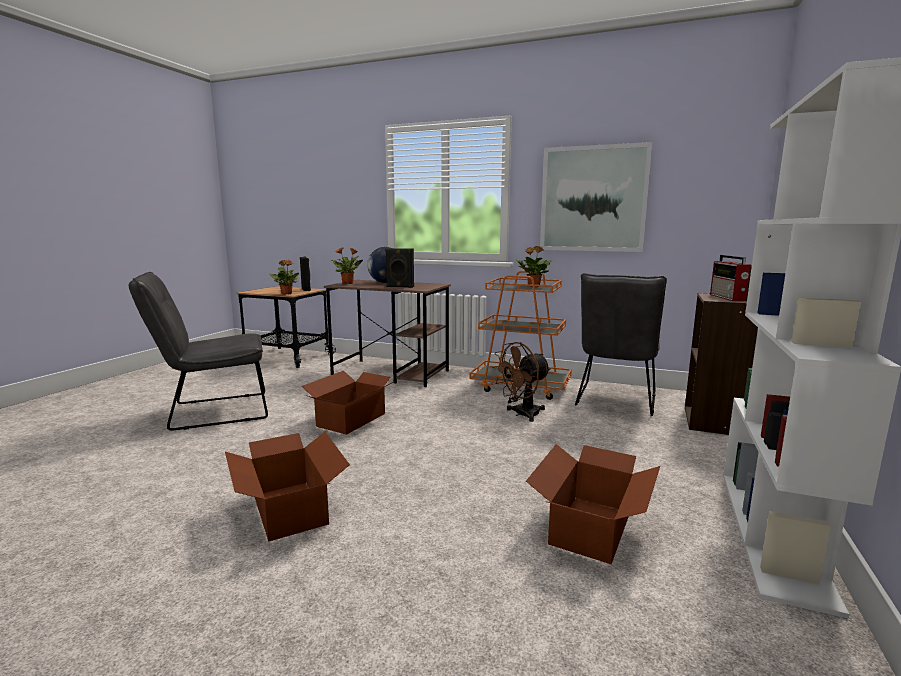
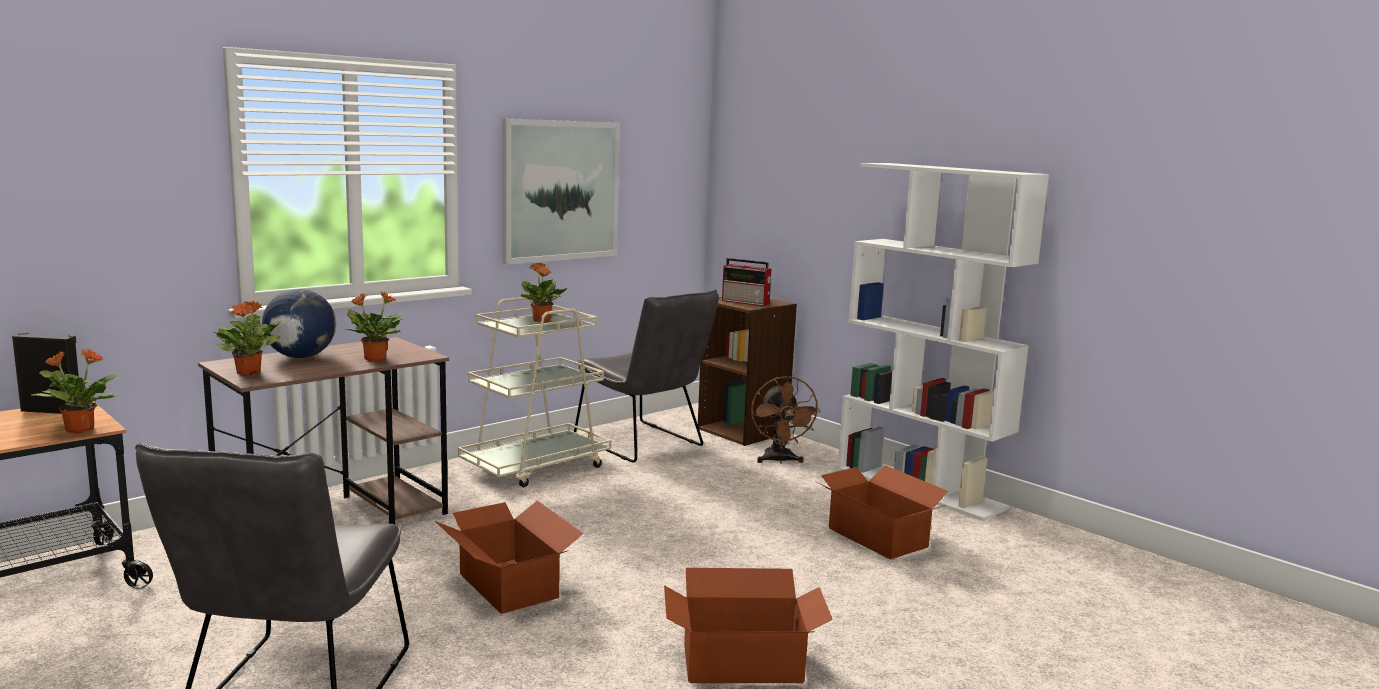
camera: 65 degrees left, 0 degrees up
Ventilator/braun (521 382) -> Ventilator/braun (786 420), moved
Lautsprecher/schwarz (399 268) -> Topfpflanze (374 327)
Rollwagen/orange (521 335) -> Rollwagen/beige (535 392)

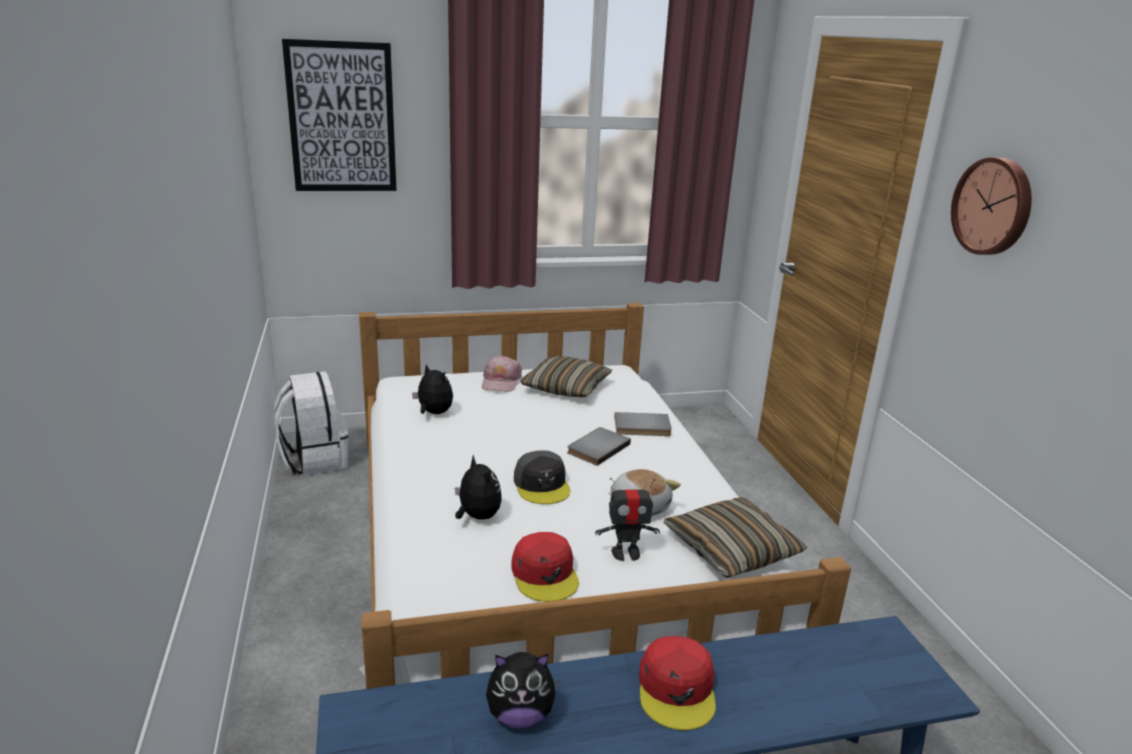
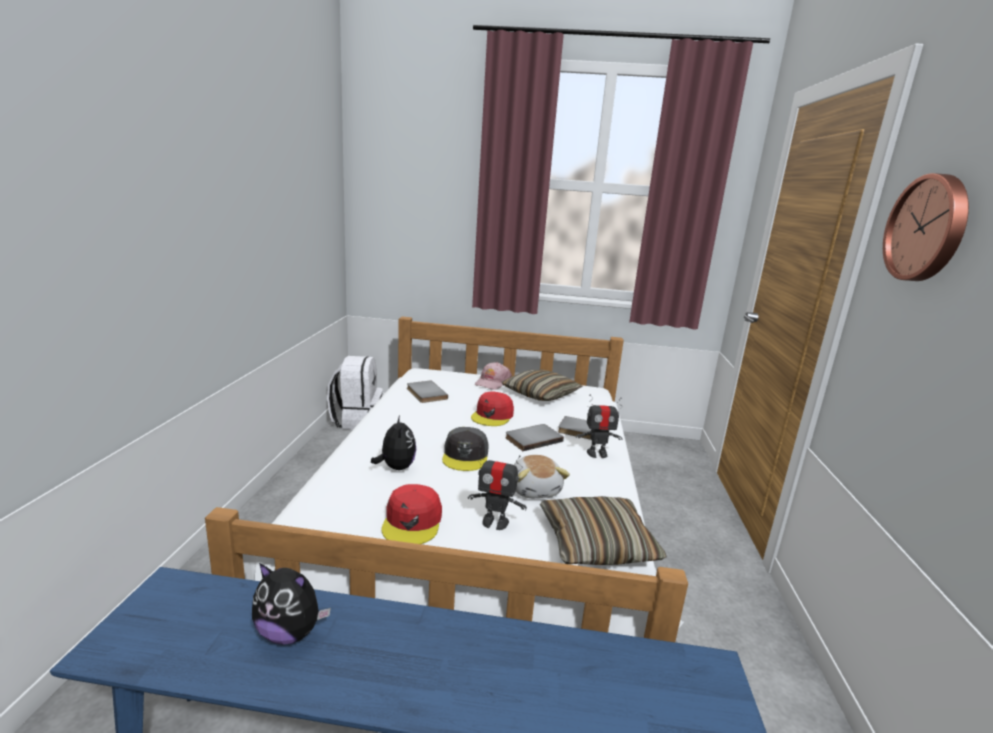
camera: 20 degrees right, 5 degrees down
Bild (339 115) -> none
none -> Spielzeugroboter (599 426)
Kappe/rot (677 683) -> Kappe/rot (492 408), moved
Plüschtier (432 389) -> Buch/grau (427 391)

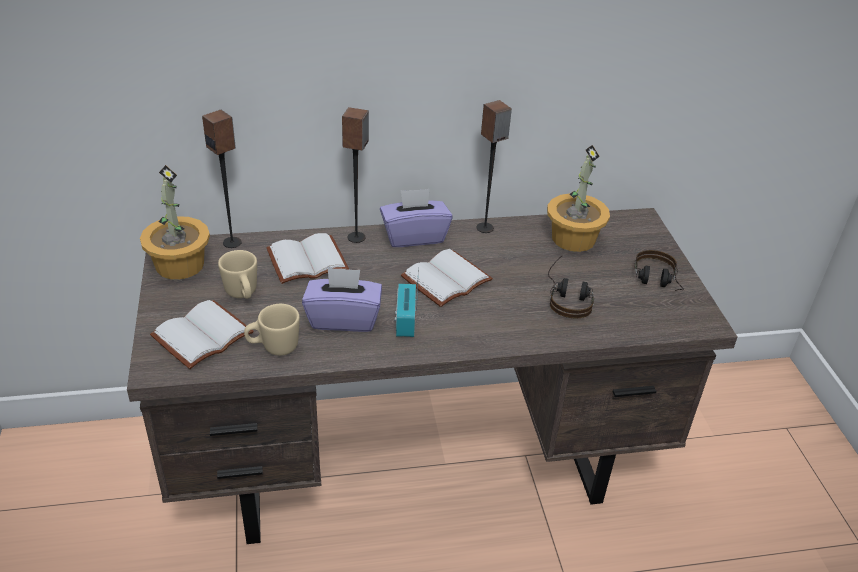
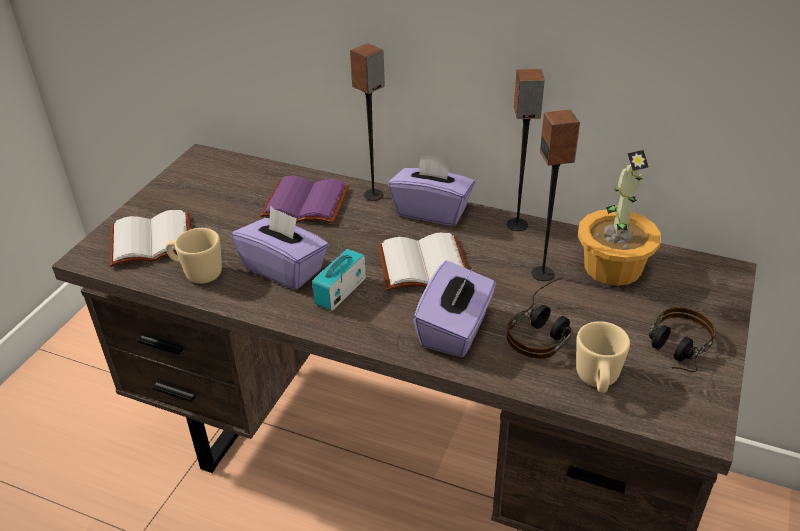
camera: 35 degrees right, 0 degrees up
Topfpflanze (175 222) -> none
none -> Taschentuchbox/lila (454 309)
Lautsprecher (222 179) -> Lautsprecher (555 195), moved
Henkelbecher/beige (237 274) -> Henkelbecher/beige (603 357), moved
Buch/weiß (307 258) -> Buch/lila (304 200)

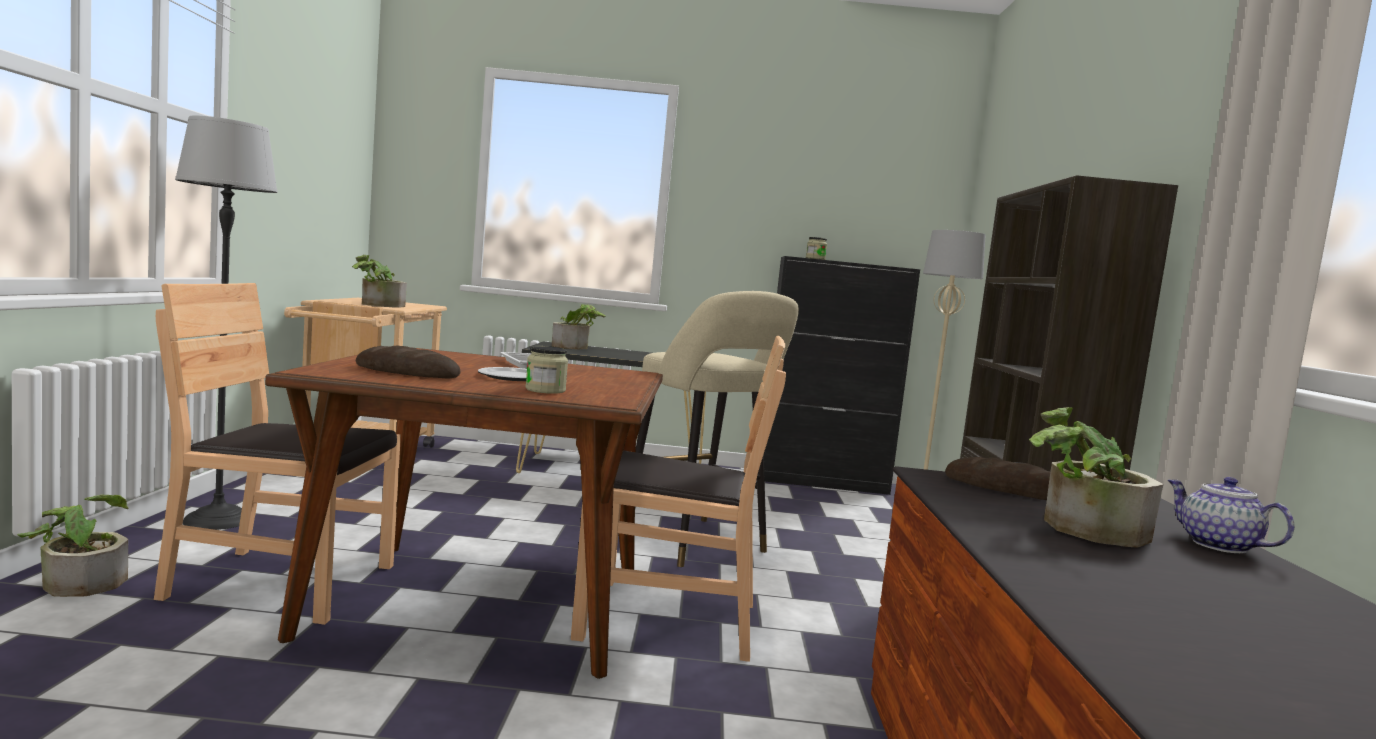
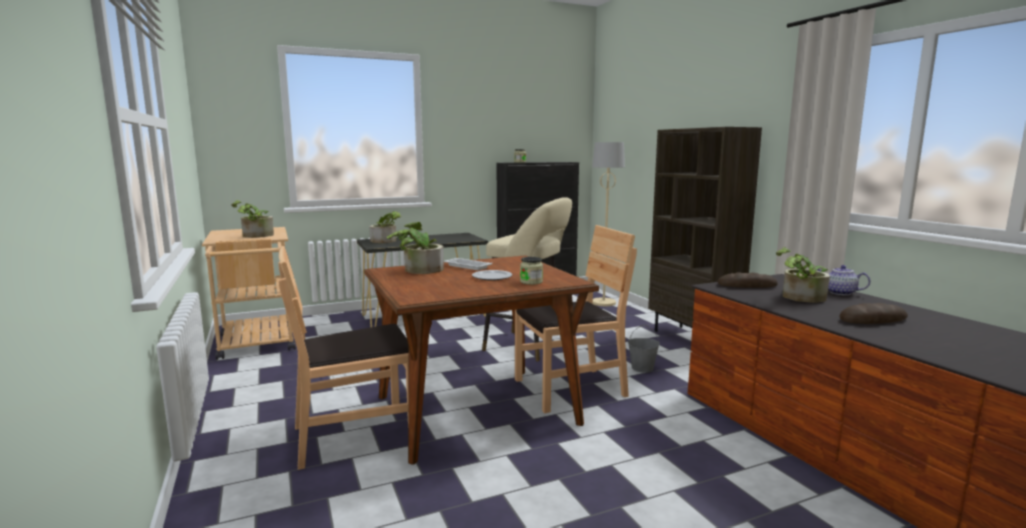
camera: 25 degrees left, 5 degrees up
Stehlampe (226 322) -> none
none -> Eimer/grau (644 348)
Topfpflanze (73 545) -> Topfpflanze (415 248), moved
Brot (408 362) -> Brot (874 313), moved

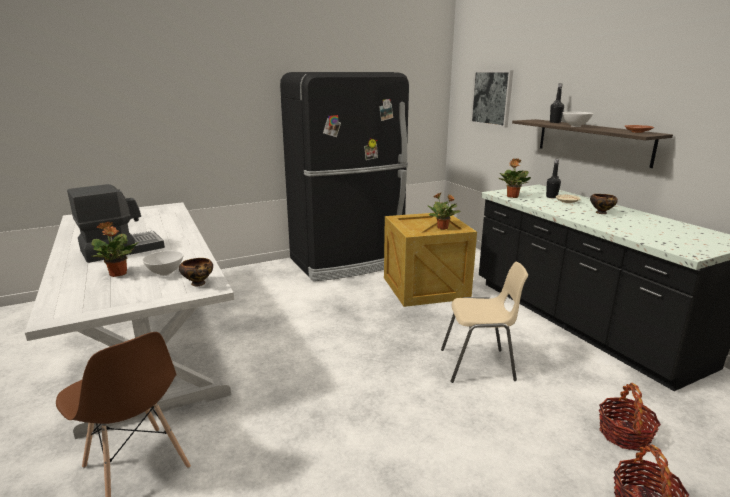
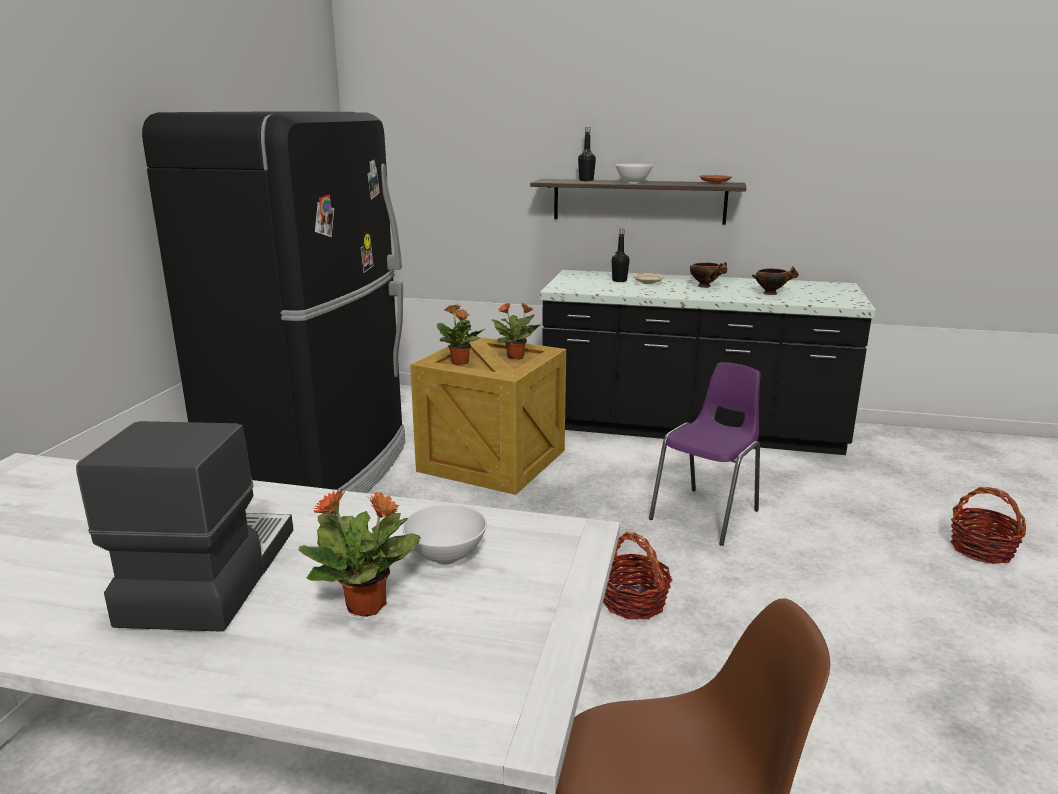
camera: 50 degrees left, 0 degrees up
Bild (491 99) -> none
Schüssel (196 272) -> Schüssel (775 280), moved
Topfpflanze (515 178) -> Topfpflanze (461 334), moved
Korb (630 417) -> Korb (637 576), moved
Stuhl/beige (484 322) -> Stuhl/lila (705 454)

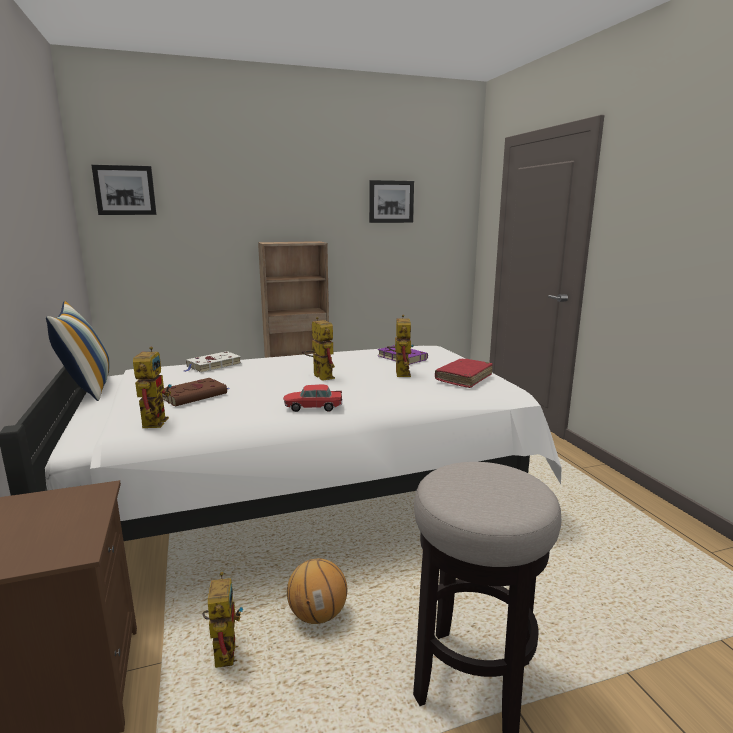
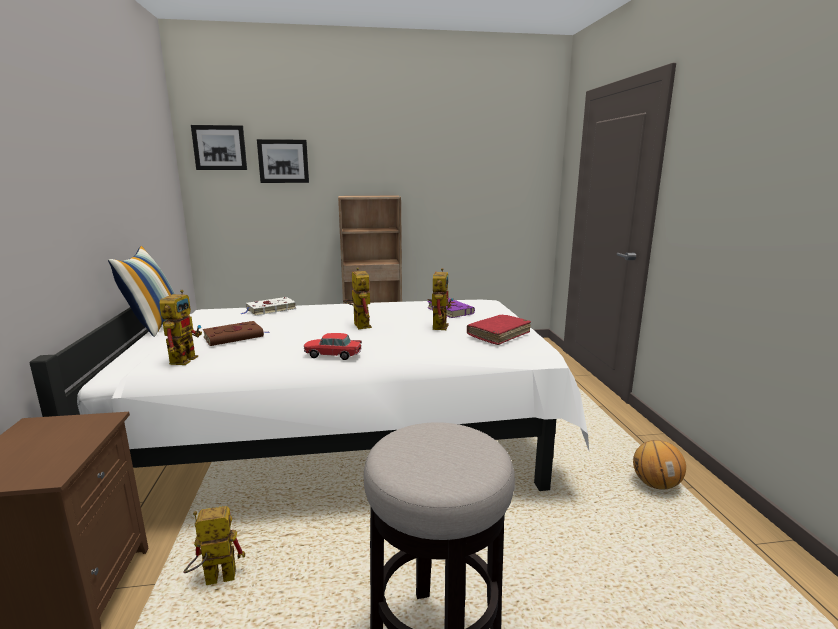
camera: 10 degrees right, 0 degrees up
Basketball (317 591) -> Basketball (659 465), moved
Bild (391 201) -> Bild (283 161), moved
Spielzeugroboter (222 620) -> Spielzeugroboter (214 545), 105 degrees counterclockwise

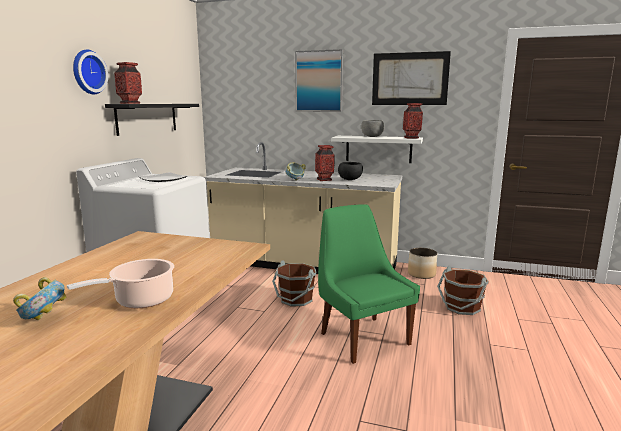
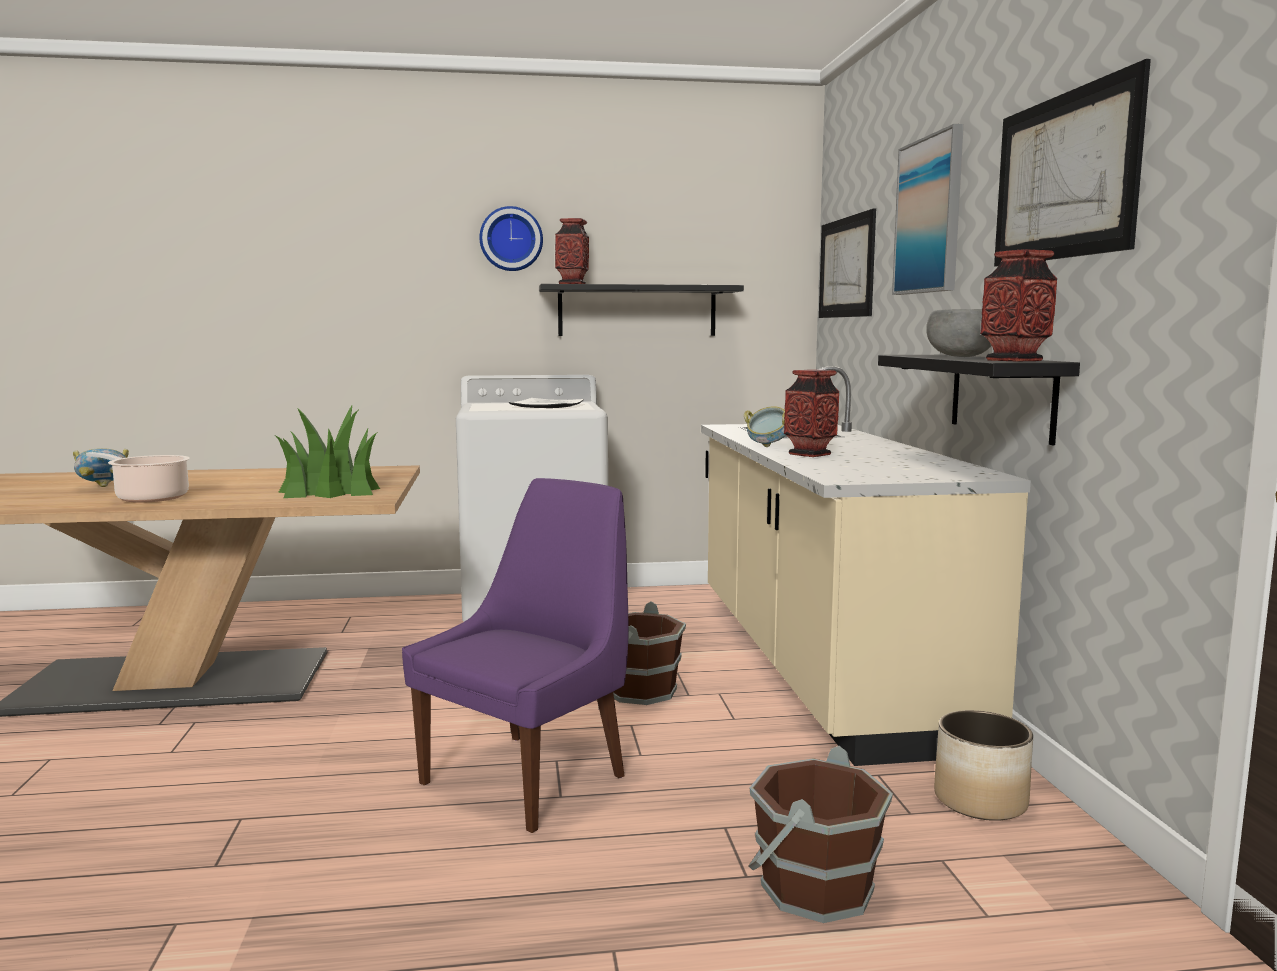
camera: 65 degrees right, 5 degrees down
Schüssel/schwarz (350 171) -> none
none -> Topfpflanze (328 452)
none -> Bild (847 263)
Stuhl/grün (369 284) -> Stuhl/lila (515 655)
Wandregal/weiß (377 149) -> Wandregal/schwarz (979 400)

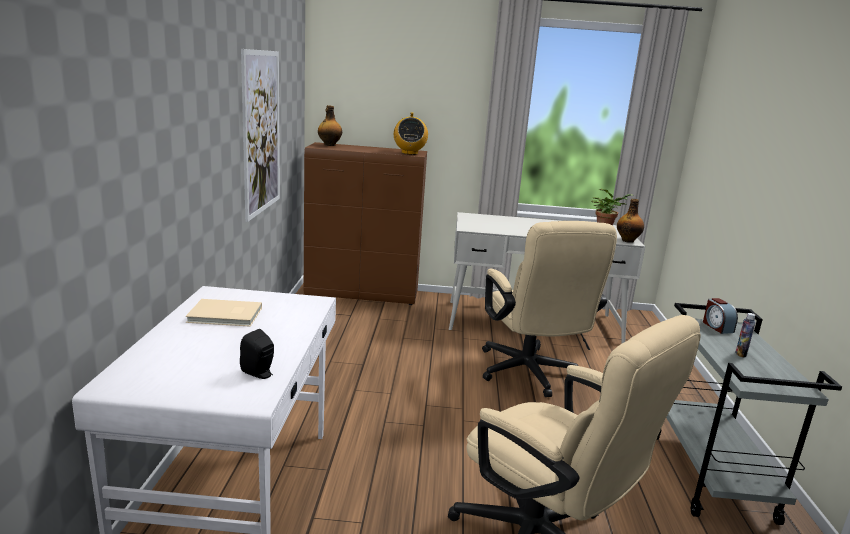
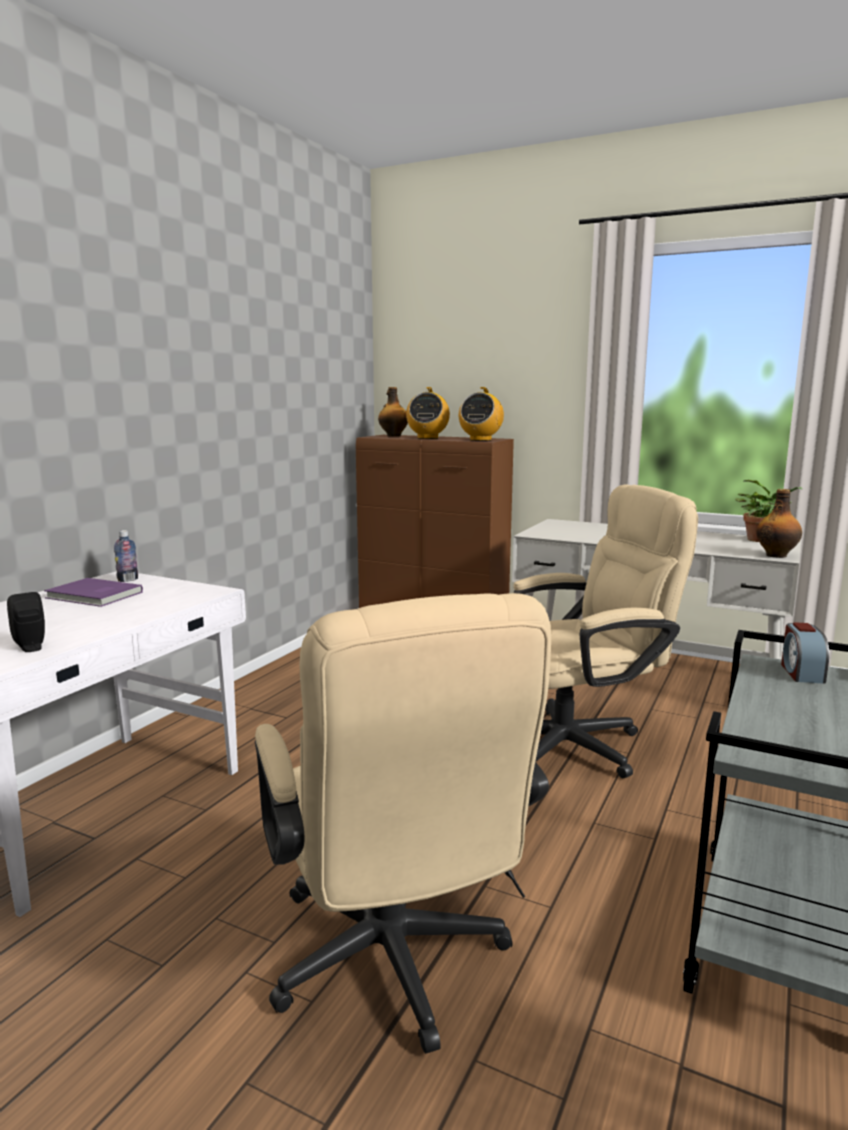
camera: 25 degrees right, 5 degrees down
Bild (260 135) -> none
none -> Radio (428 413)
Flasche (745 335) -> Flasche (126 556), moved
Buch/beige (223 313) -> Buch/lila (93 592)
Bürostuhl/beige (549 309) -> Bürostuhl/beige (606 631), 120 degrees counterclockwise

